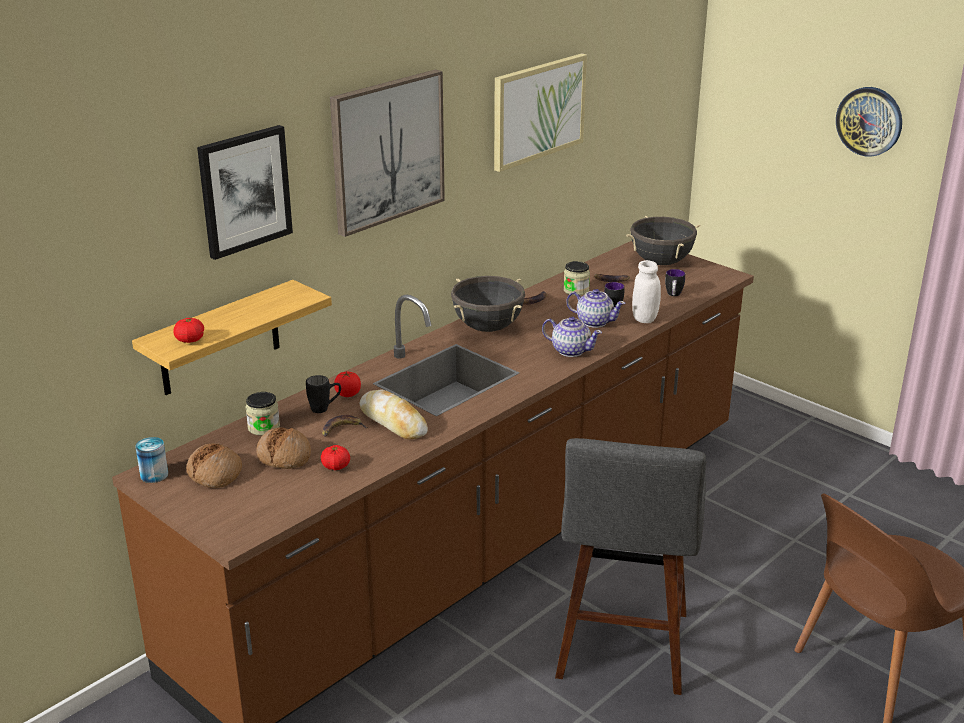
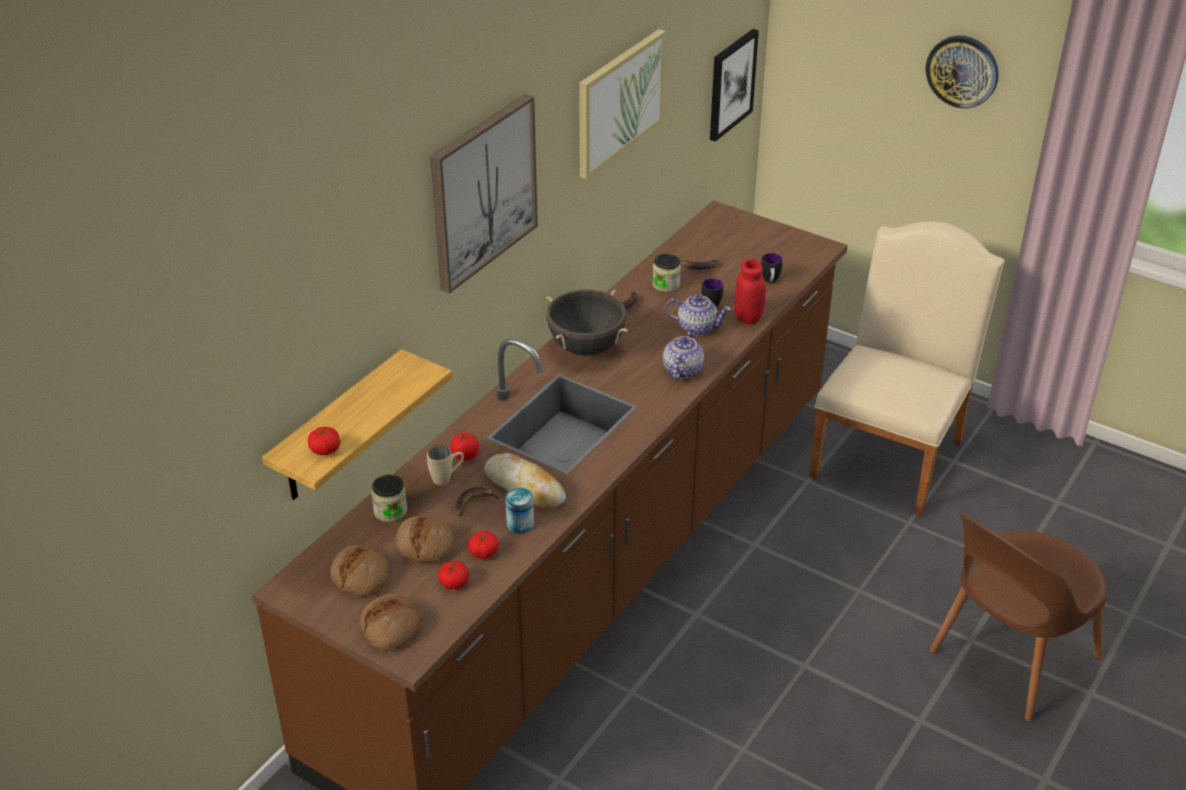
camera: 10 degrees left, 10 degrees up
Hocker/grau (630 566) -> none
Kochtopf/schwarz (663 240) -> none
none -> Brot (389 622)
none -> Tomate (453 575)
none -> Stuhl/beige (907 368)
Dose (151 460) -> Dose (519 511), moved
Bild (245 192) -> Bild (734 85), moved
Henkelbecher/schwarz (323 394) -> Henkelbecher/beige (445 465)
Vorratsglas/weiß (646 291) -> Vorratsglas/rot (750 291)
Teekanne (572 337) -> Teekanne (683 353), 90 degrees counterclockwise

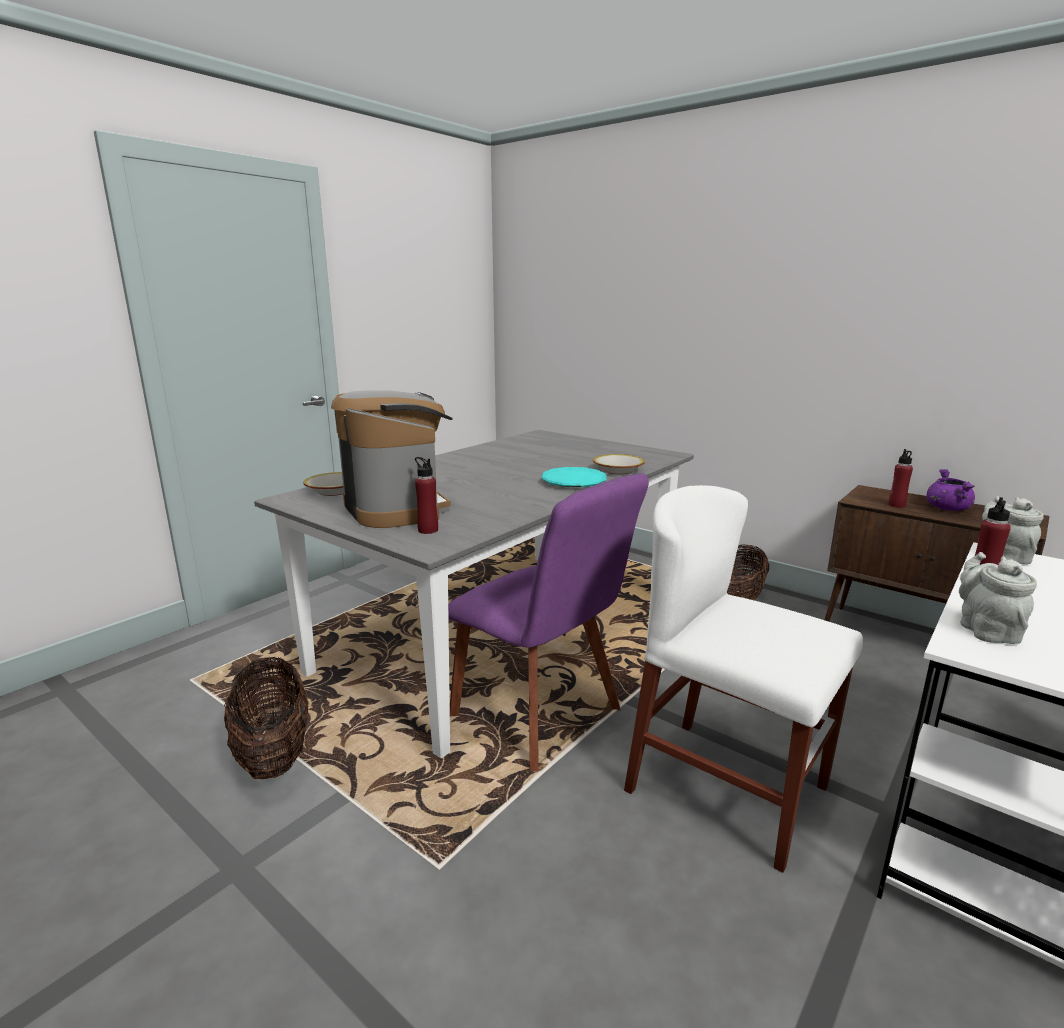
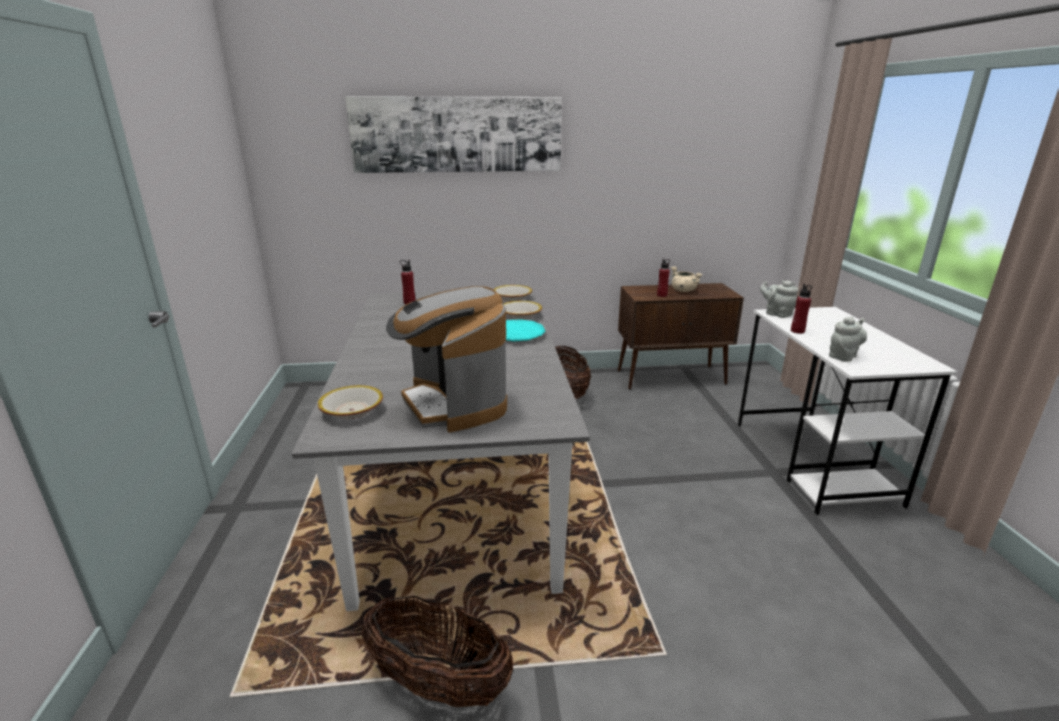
camera: 45 degrees left, 5 degrees up
Stuhl/lila (548 622) -> none
Stuhl/weiß (743 679) -> none
none -> Bild (453 135)
none -> Schüssel (513 293)
Flasche/rot (426 495) -> Flasche/rot (407 282), moved
Kochtopf/lila (950 490) -> Kochtopf/beige (687 279)
Kaffeemaschine (392 459) -> Kaffeemaschine (446 359), 135 degrees counterclockwise
Teekanne/grau (998 598) -> Teekanne/grau (848 339), 90 degrees clockwise

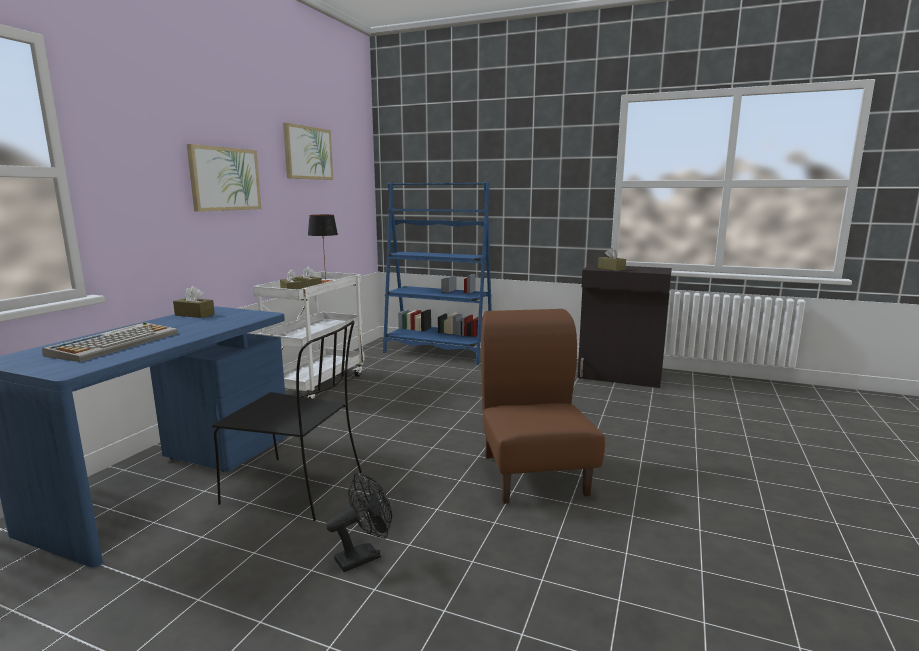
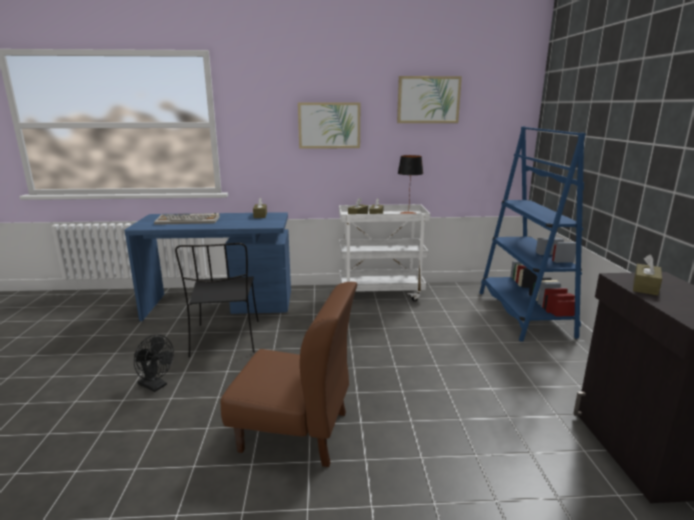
camera: 65 degrees right, 5 degrees up
Stuhl/braun (543 406) -> Stuhl/braun (289 374), 45 degrees clockwise

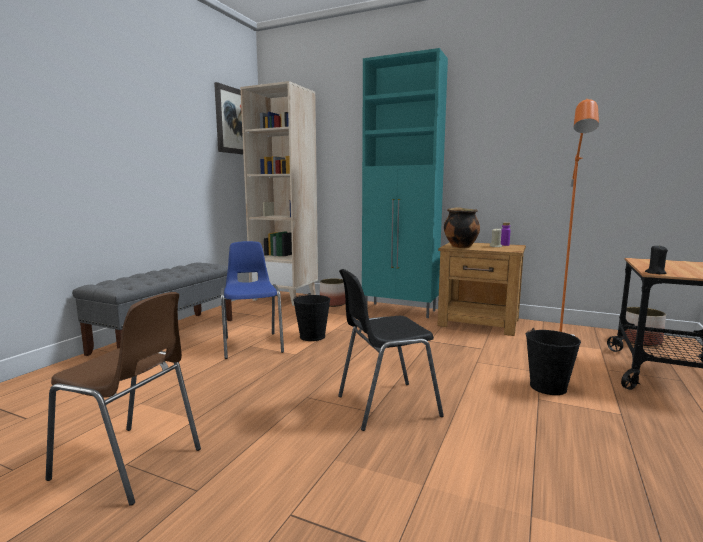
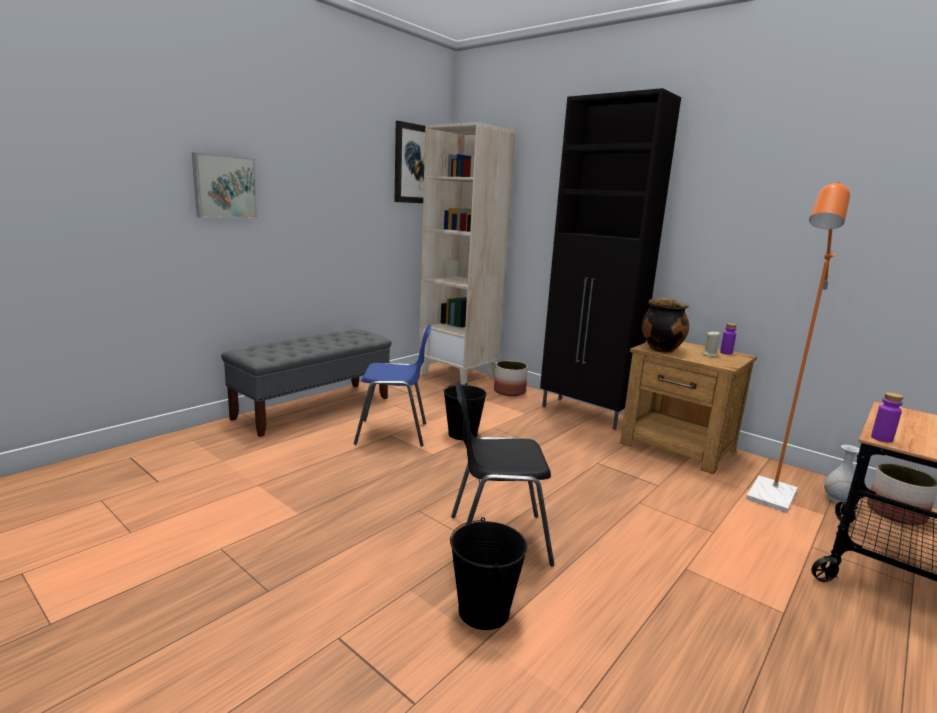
camera: 15 degrees right, 5 degrees up
Stuhl/braun (123 399) -> none
none -> Bild (225 185)
none -> Vase/weiß (842 474)
Eimer/schwarz (553 361) -> Eimer/schwarz (488 573), moved
Kerze/schwarz (656 259) -> Flasche/lila (887 417)
Schrank/türkis (405 183) -> Schrank/schwarz (610 259)
Stuhl/blau (252 300) -> Stuhl/blau (393 385), 90 degrees clockwise

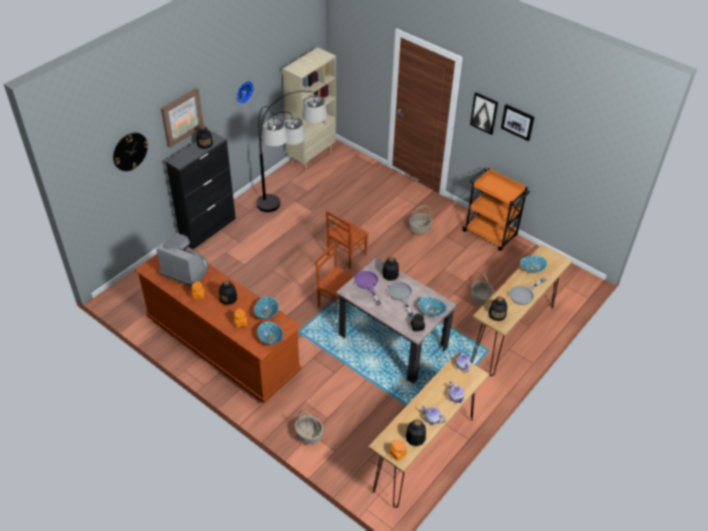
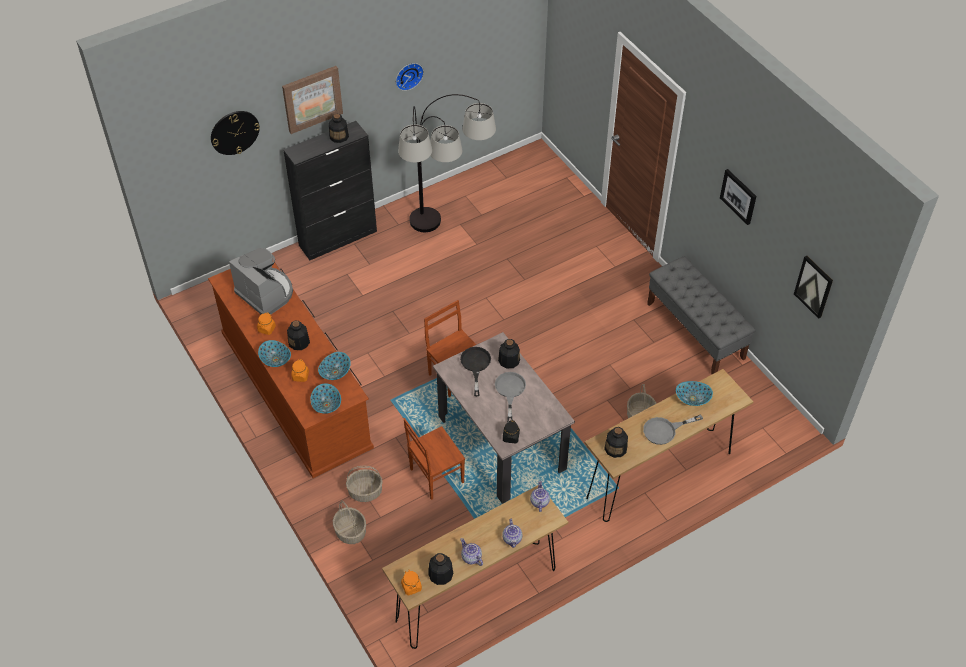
camera: 20 degrees right, 5 degrees up
Bücherregal/beige (309 109) -> none
Stuhl/braun (347 239) -> Stuhl/braun (434 459), moved
Korb (420 220) -> Korb (364 484), moved
Schüssel (433 306) -> Schüssel (274 353), moved
Bild (484 113) -> Bild (813 287), moved
Rollwagen/orange (496 209) -> Bank/grau (701 315)
Pfanne/lila (367 288) -> Pfanne/schwarz (475 371)

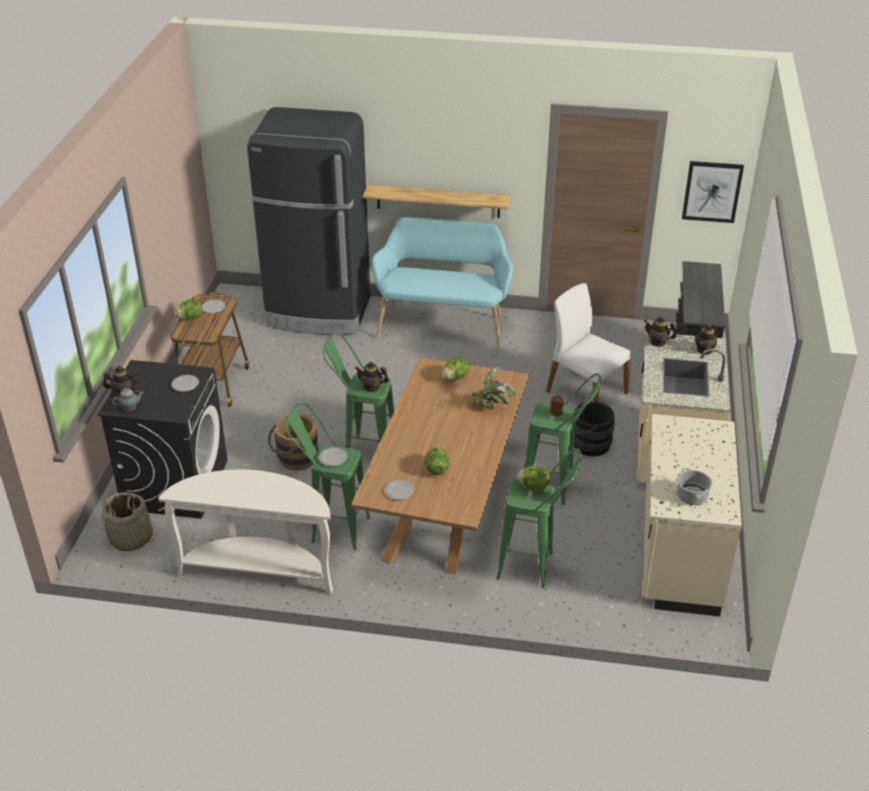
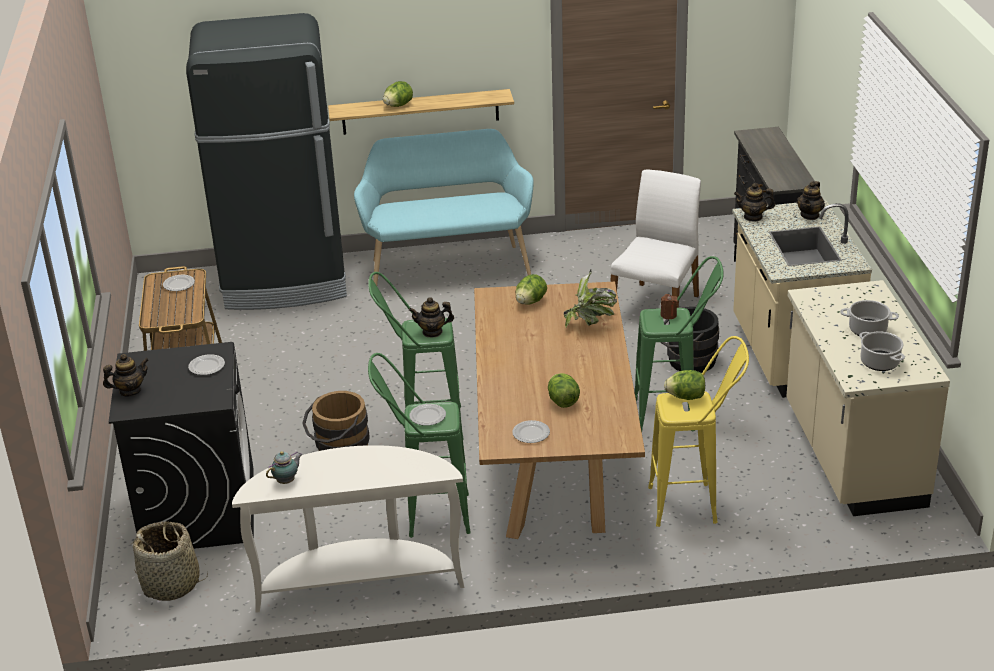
camera: 15 degrees left, 5 degrees down
Bild (713 192) -> none
none -> Kochtopf (869 318)
Teekanne (128 399) -> Teekanne (284 467), moved
Salatkopf (188 309) -> Salatkopf (398 94), moved
Hocker/grün (539 518) -> Hocker/gelb (698 431)
Stuhl/weiß (588 342) -> Stuhl/weiß (656 238), 90 degrees clockwise

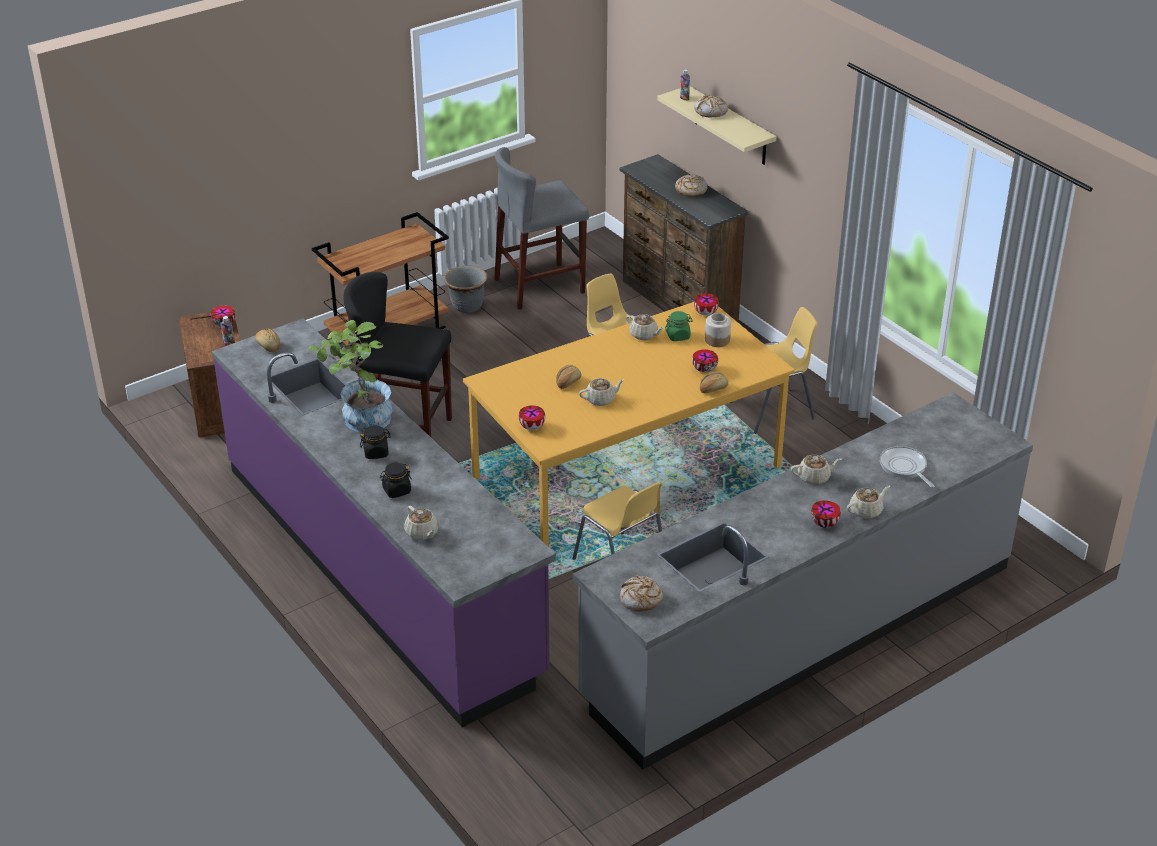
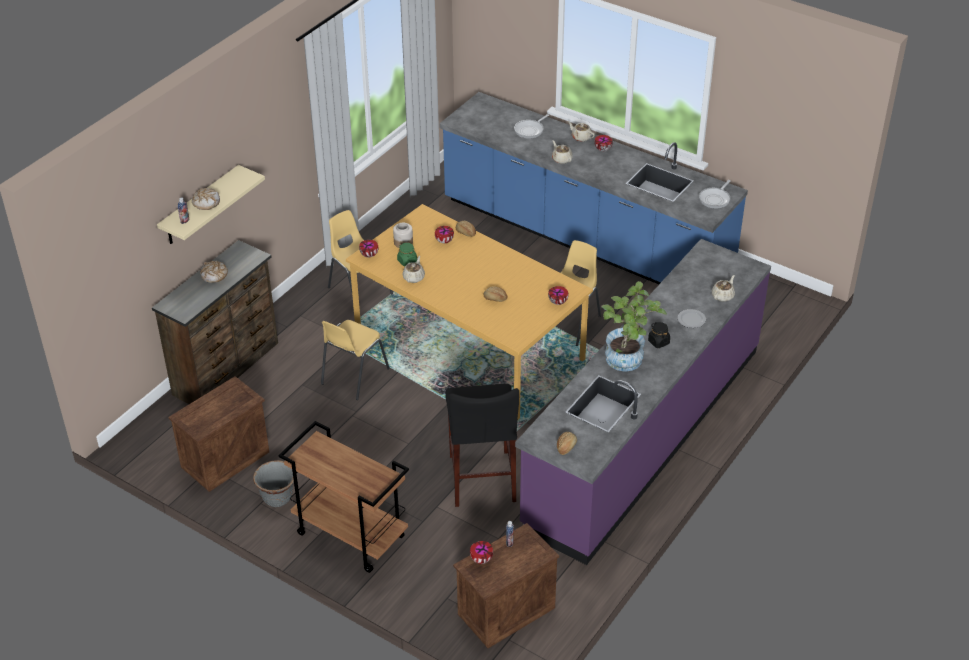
camera: 110 degrees left, 5 degrees up
Teekanne/beige (602 392) -> none
Vorratsglas/schwarz (396 480) -> Teller (692 318)
Hocker/grau (542 228) -> Kiste (218 434)
Brot (641 593) -> Pfanne (715 194)
Küchenzeile/grau (803 580) -> Küchenzeile/blau (593 188)

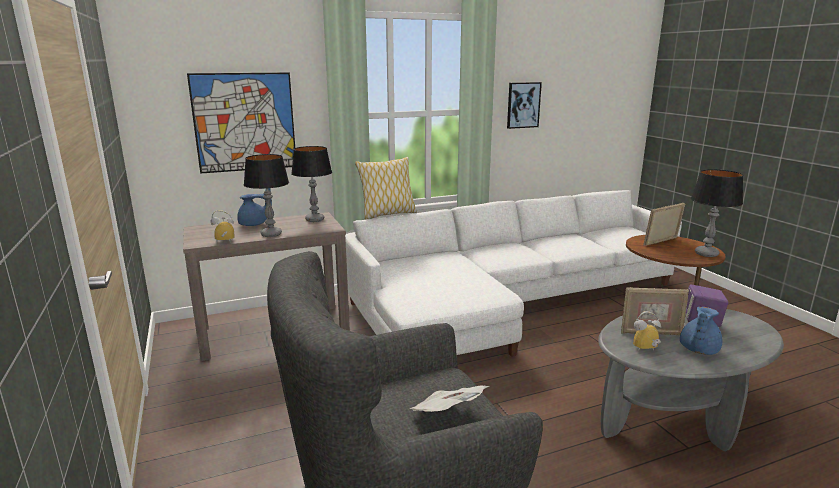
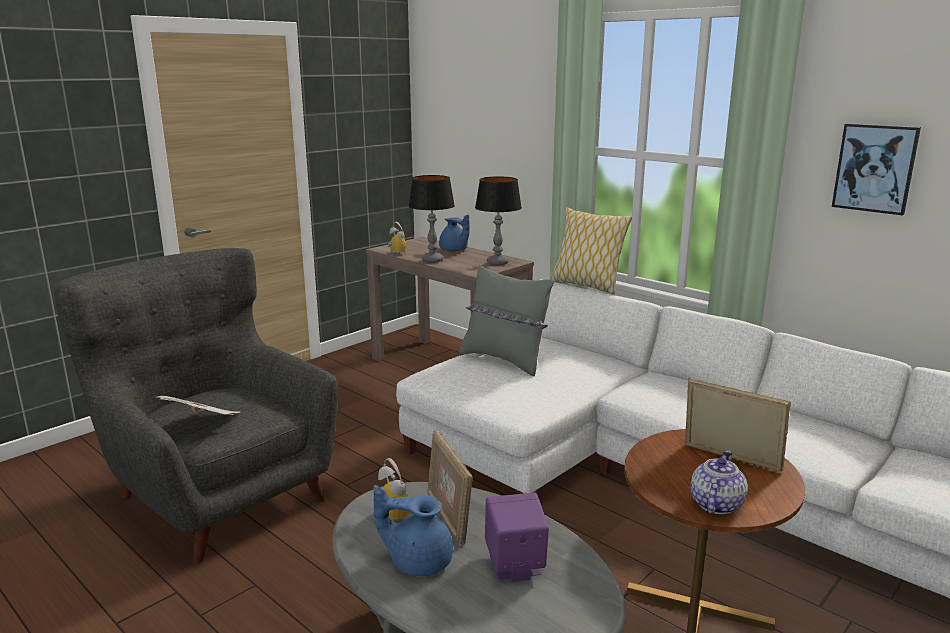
camera: 65 degrees right, 0 degrees up
Bild (241 123) -> none
none -> Kissen/grau (506 320)
Tischlampe (717 213) -> Teekanne (718 482)

